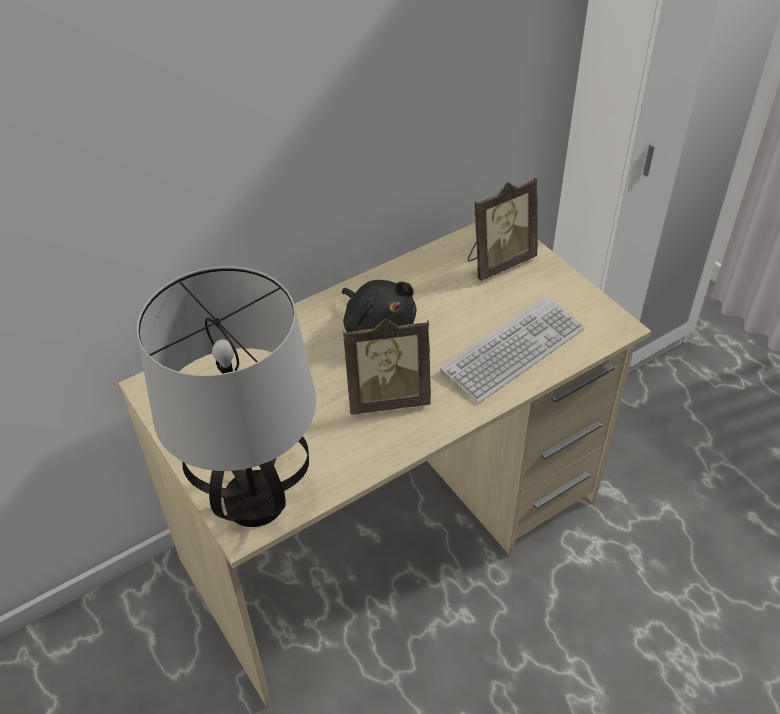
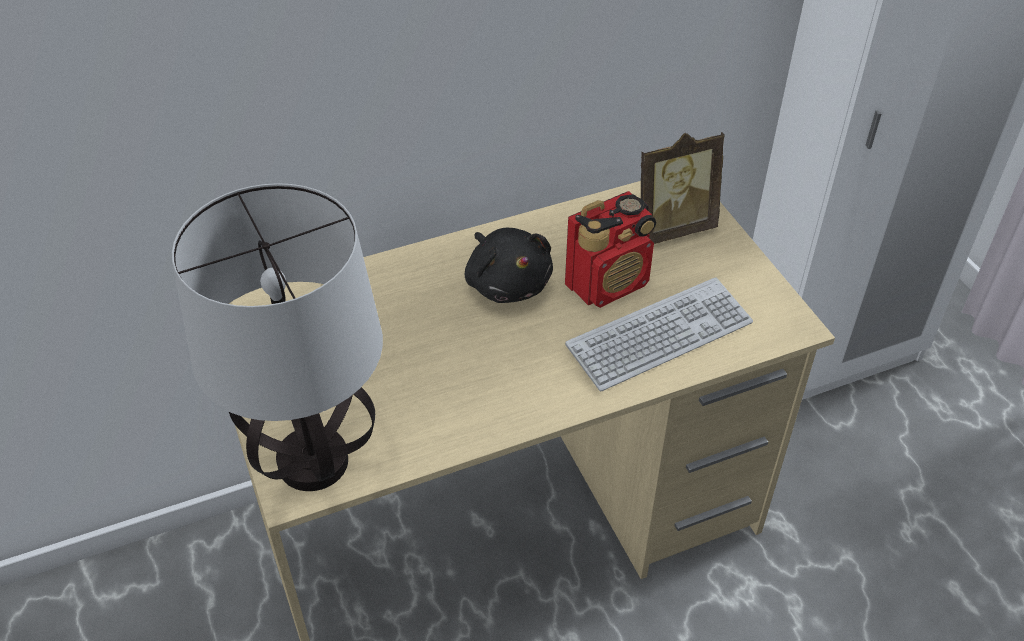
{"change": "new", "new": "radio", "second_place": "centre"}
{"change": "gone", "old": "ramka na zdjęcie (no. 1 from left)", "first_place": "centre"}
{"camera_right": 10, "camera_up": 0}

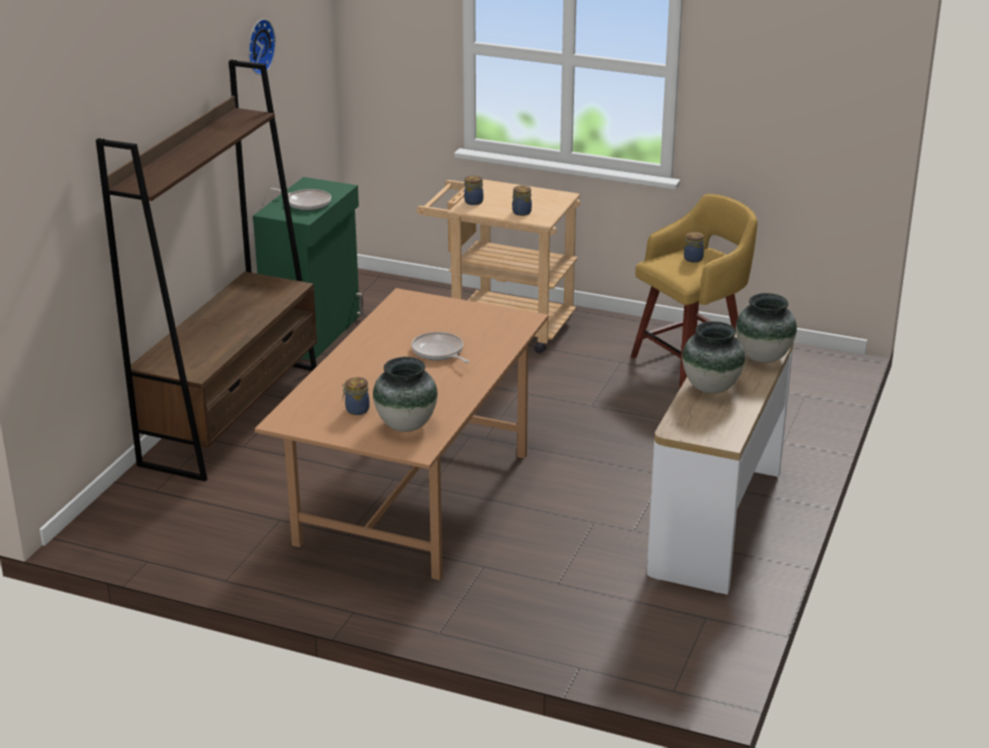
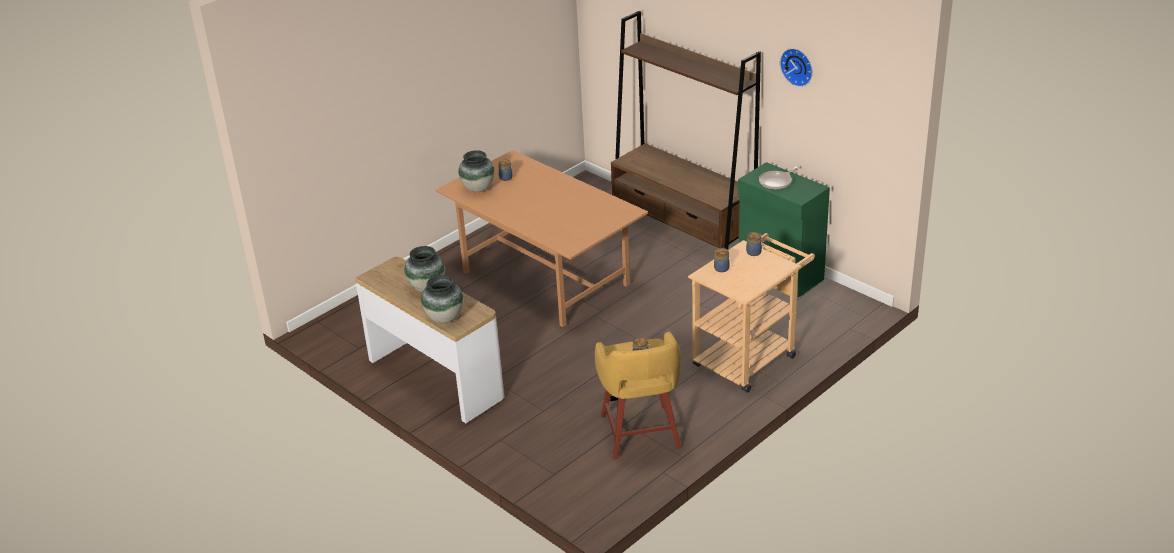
{"change": "gone", "old": "patelnia (no. 2 from left)", "first_place": "centre"}
{"camera_right": 115, "camera_up": 5}

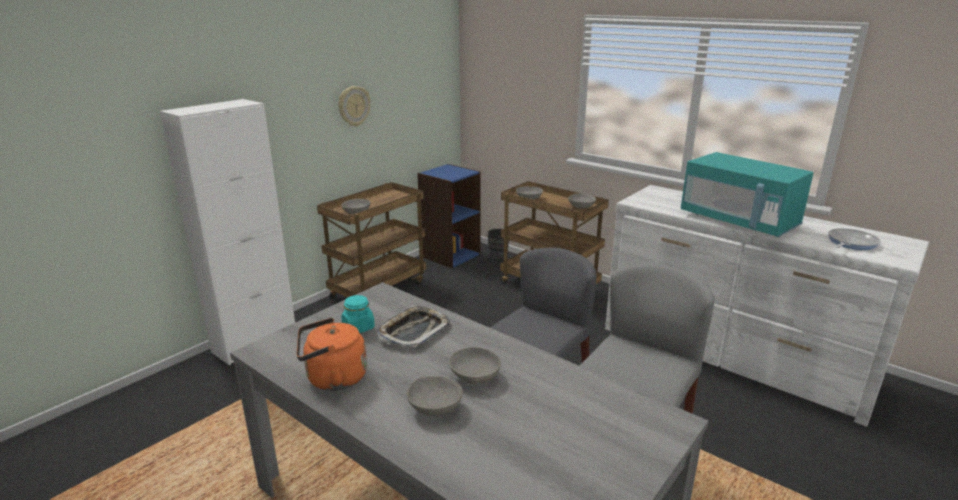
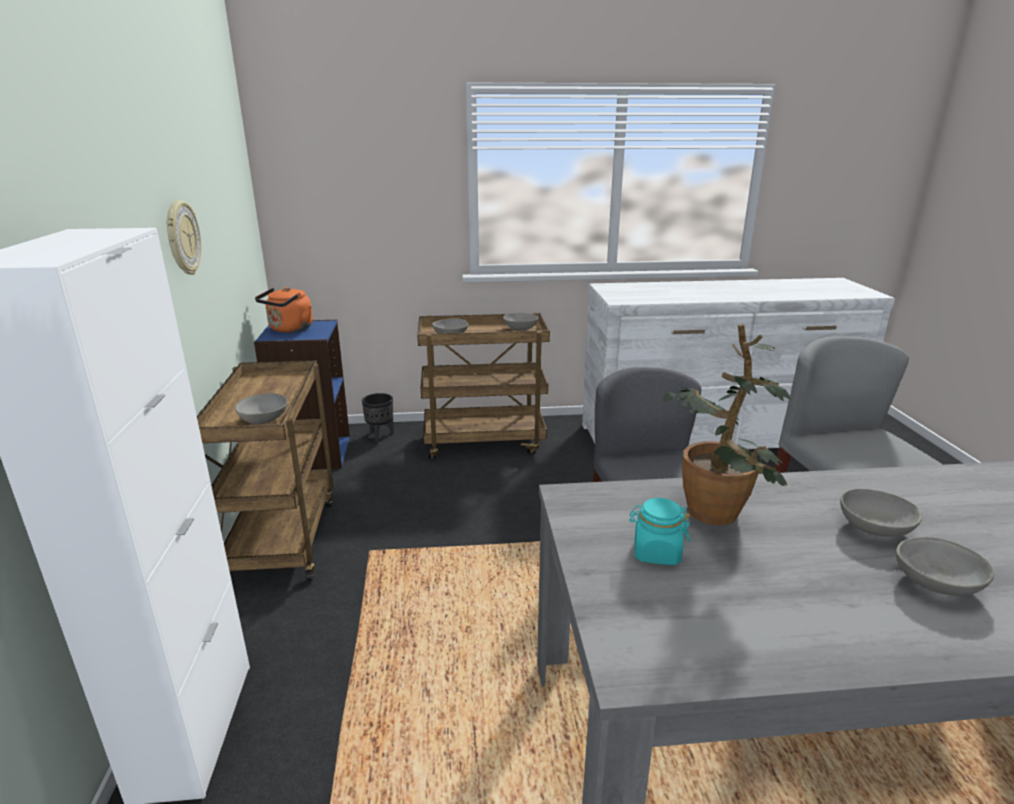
{"change": "shifted", "old": "czajnik (pomarańczowy)", "first_place": "bottom centre", "second_place": "middle left"}
{"change": "swapped", "old": "taca", "new": "roślina doniczkowa", "first_place": "centre", "second_place": "middle right"}
{"change": "gone", "old": "mikrofalówka (turkusowy)", "first_place": "middle right"}
{"change": "gone", "old": "patelnia", "first_place": "middle right"}
{"camera_right": -45, "camera_up": 0}

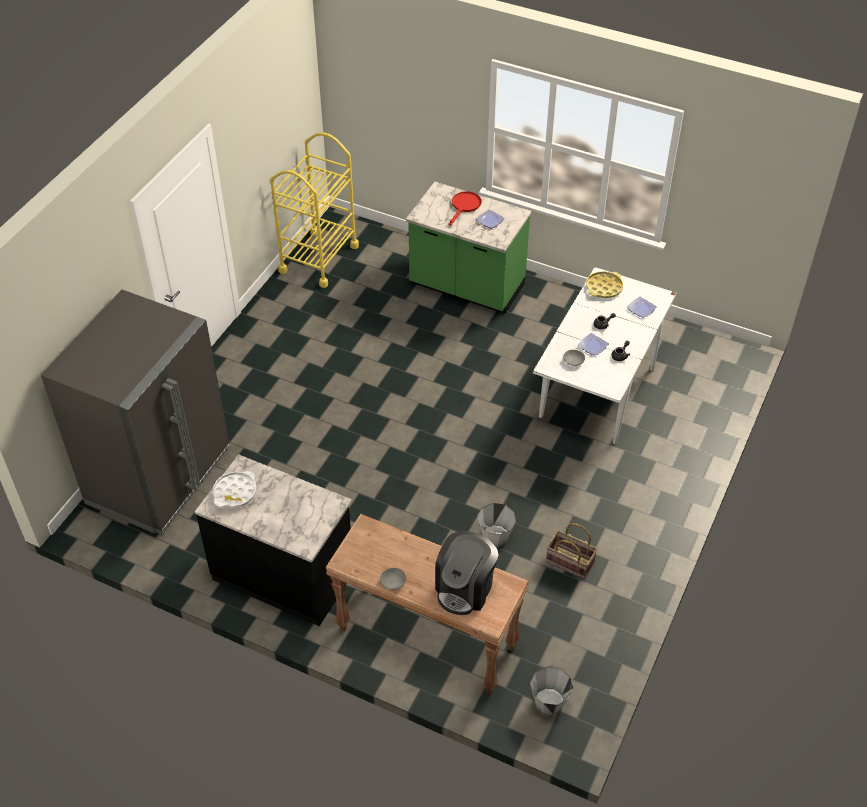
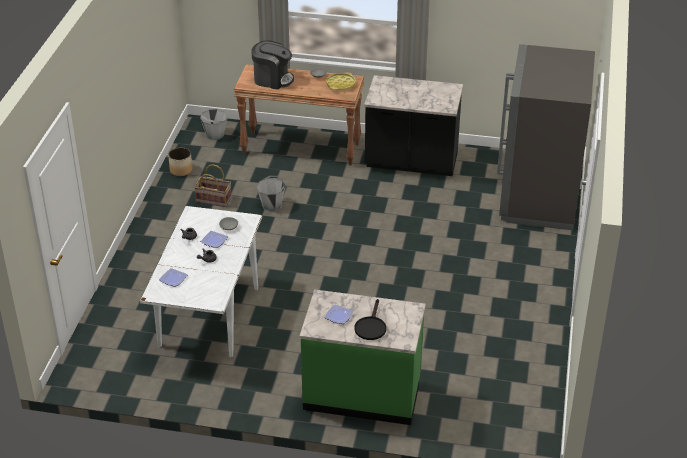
{"change": "new", "new": "donica", "second_place": "middle left"}
{"change": "rotated", "old": "ekspres do kawy", "first_place": "bottom centre", "second_place": "top centre", "degrees": 90}
{"change": "shifted", "old": "taca (żółty)", "first_place": "middle right", "second_place": "top centre"}
{"change": "repainted", "old": "patelnia (czerwony)", "new": "patelnia (czarny)", "first_place": "top centre", "second_place": "bottom centre"}
{"change": "gone", "old": "taca (biały)", "first_place": "middle left"}
{"change": "gone", "old": "wózek (żółty)", "first_place": "top centre"}
{"camera_right": 165, "camera_up": -10}

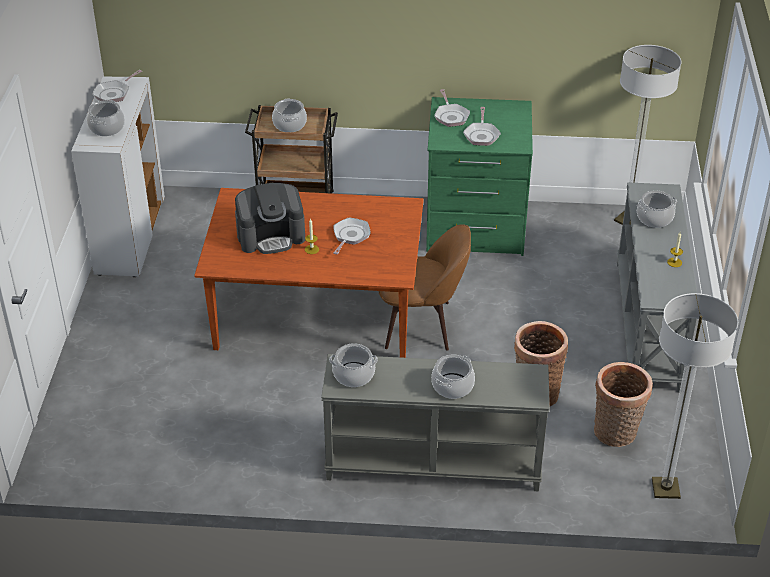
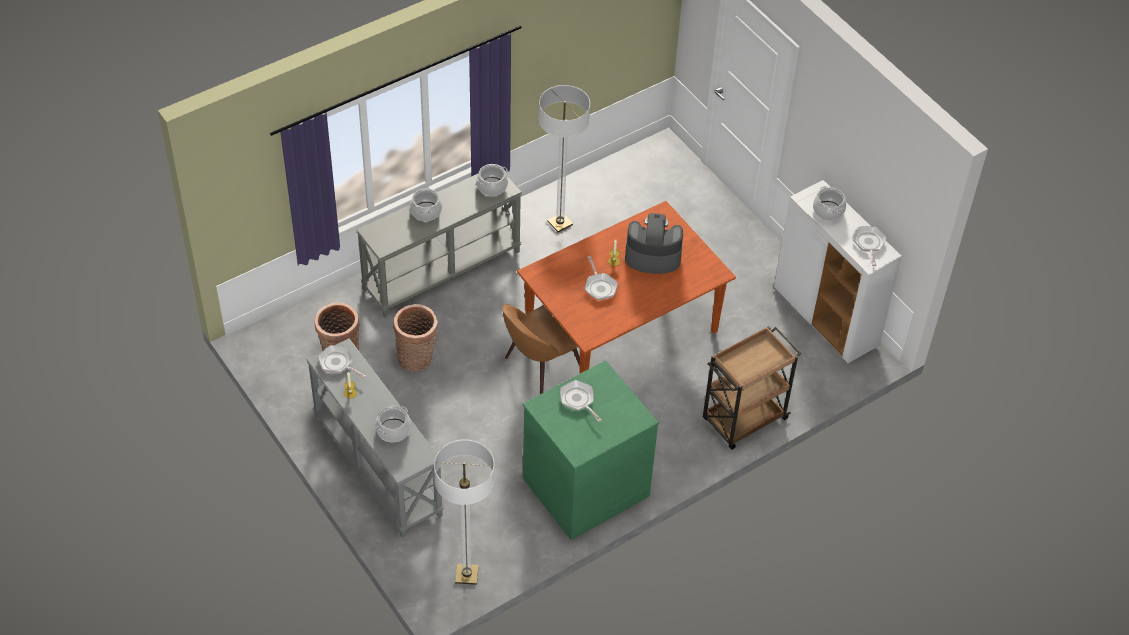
{"change": "shifted", "old": "patelnia (no. 3 from left in the first image)", "new": "patelnia (no. 1 from left)", "first_place": "top centre", "second_place": "middle left"}
{"change": "shifted", "old": "lampa stojąca (no. 2 from left)", "first_place": "bottom right", "second_place": "top centre"}
{"change": "rotated", "old": "ekspres do kawy", "first_place": "centre", "second_place": "centre", "degrees": 60}
{"change": "gone", "old": "garnek (no. 2 from left)", "first_place": "top centre"}
{"camera_right": 140, "camera_up": 10}

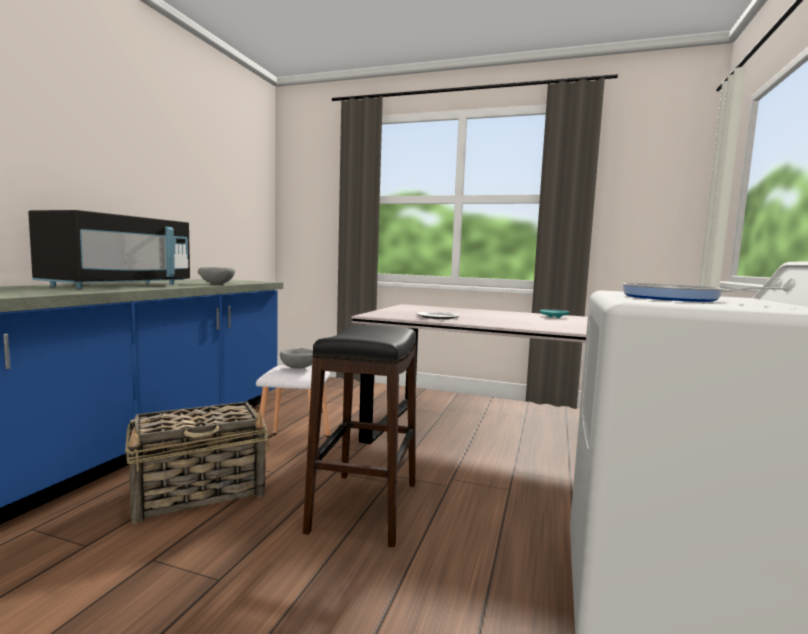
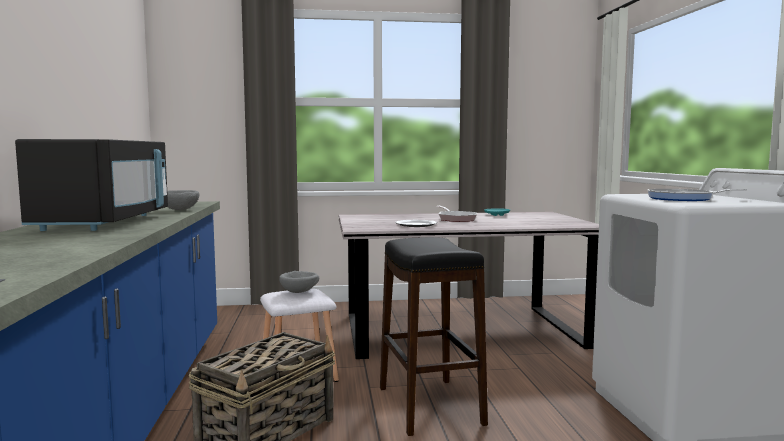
{"change": "new", "new": "patelnia (no. 1 from left)", "second_place": "centre"}
{"camera_right": -25, "camera_up": 0}

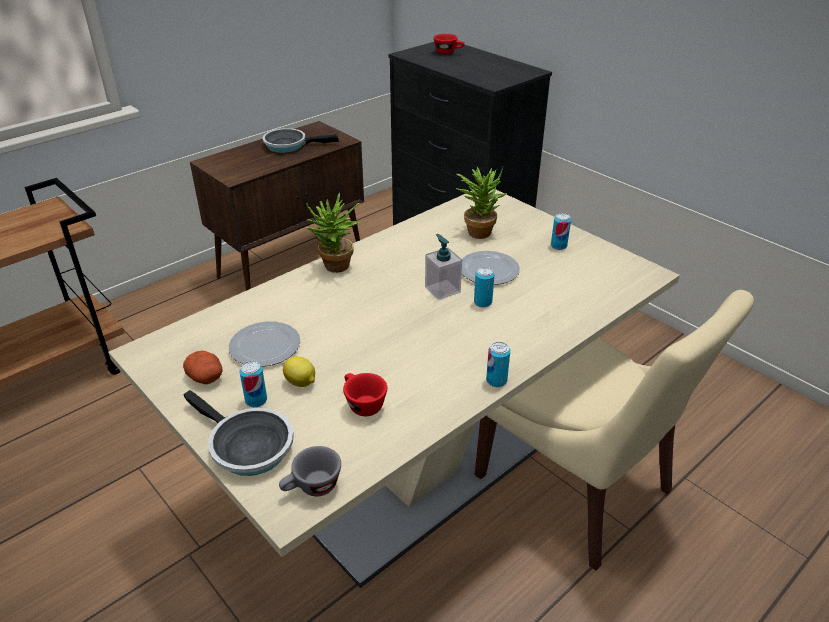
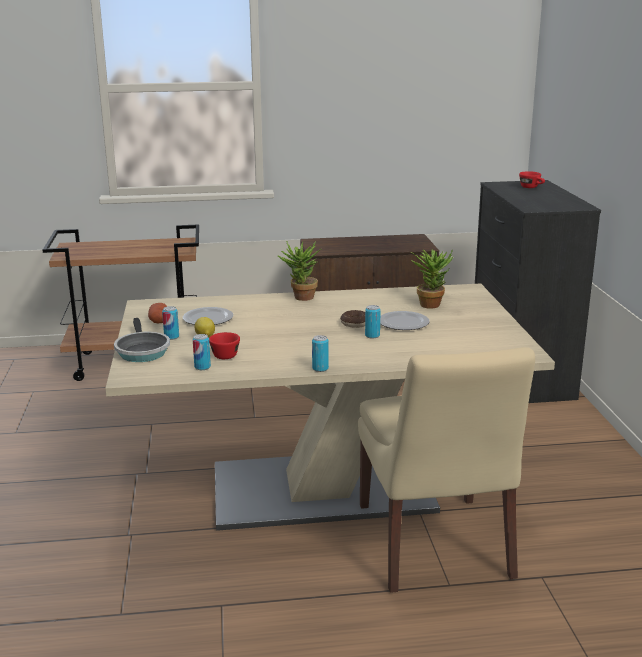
{"change": "shifted", "old": "puszka (no. 4 from left in the first image)", "new": "puszka (no. 2 from left)", "first_place": "middle right", "second_place": "middle left"}
{"change": "swapped", "old": "dozownik mydła", "new": "donut", "first_place": "centre", "second_place": "centre"}
{"change": "gone", "old": "patelnia (no. 2 from left)", "first_place": "top centre"}
{"change": "gone", "old": "filiżanka (szary)", "first_place": "bottom centre"}
{"camera_right": 35, "camera_up": -15}

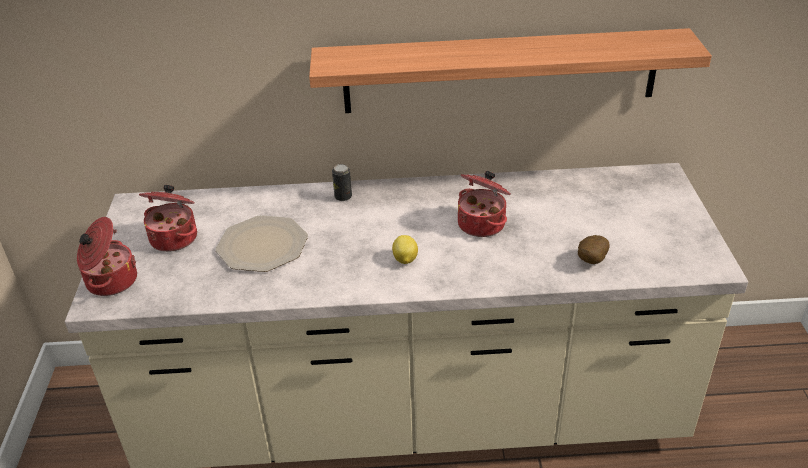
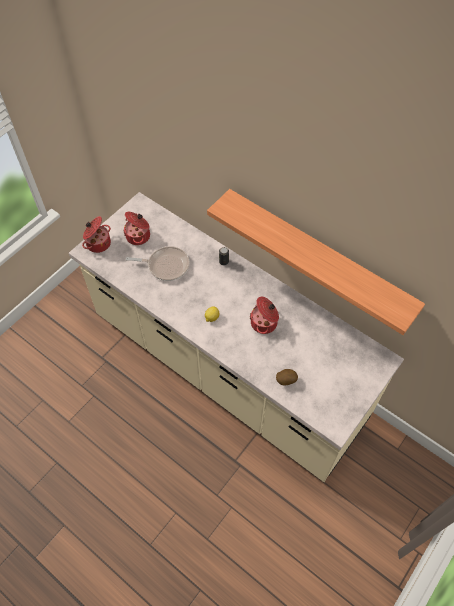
{"change": "swapped", "old": "talerz", "new": "patelnia", "first_place": "middle left", "second_place": "centre"}
{"camera_right": 40, "camera_up": 20}

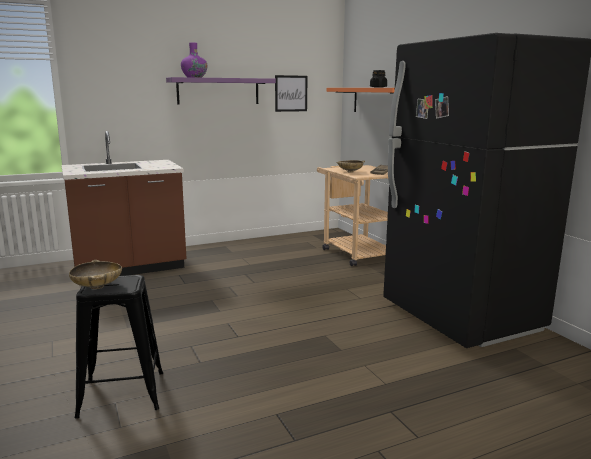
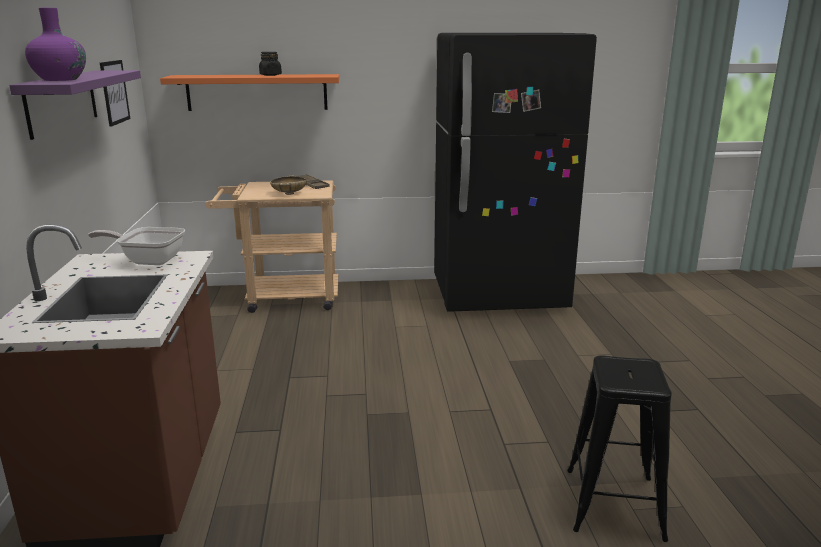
{"change": "new", "new": "patelnia", "second_place": "middle left"}
{"change": "gone", "old": "miska (beżowy) (no. 1 from left)", "first_place": "middle left"}
{"camera_right": -70, "camera_up": 5}

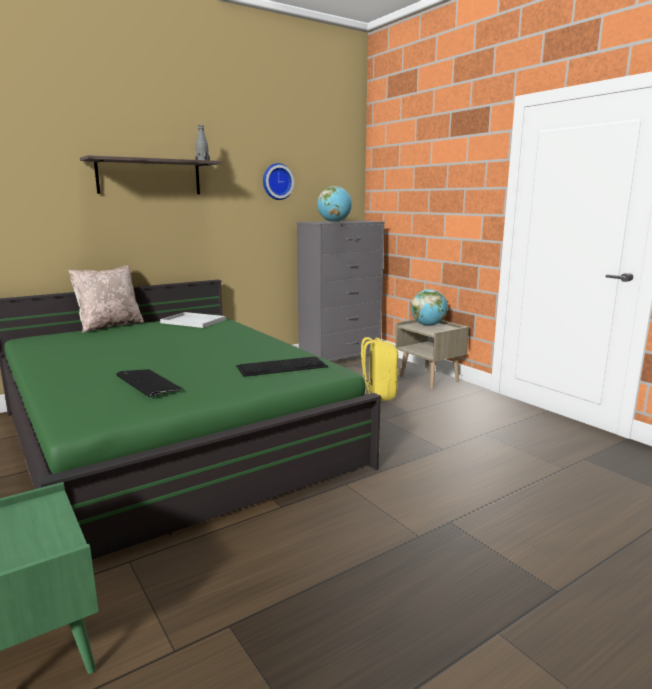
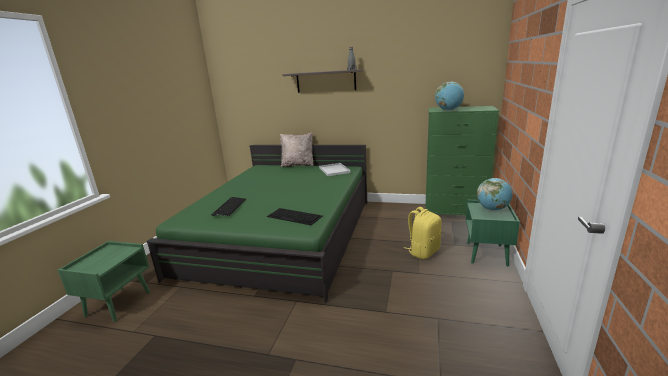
{"change": "repainted", "old": "komoda (szary)", "new": "komoda (zielony)", "first_place": "centre", "second_place": "middle right"}
{"change": "repainted", "old": "szafka nocna (beżowy)", "new": "szafka nocna (zielony) (no. 2 from left)", "first_place": "centre", "second_place": "middle right"}
{"change": "gone", "old": "zegar ścienny", "first_place": "top centre"}
{"camera_right": 50, "camera_up": 5}

